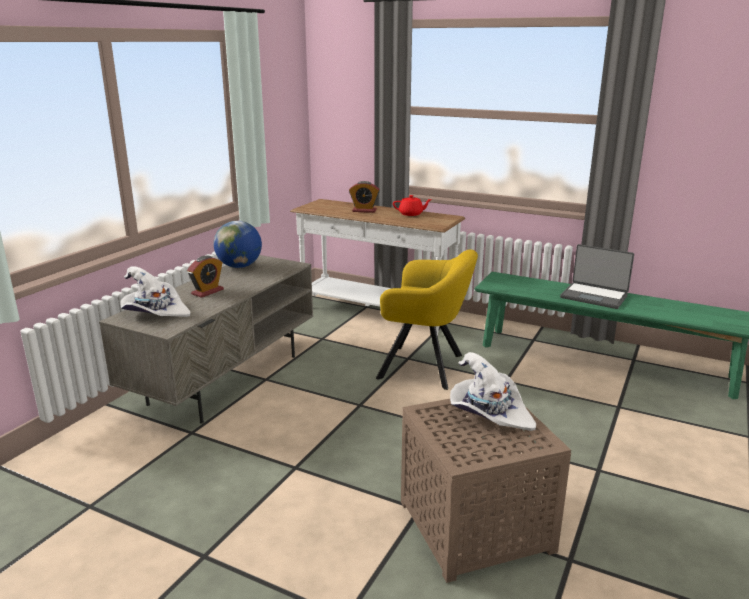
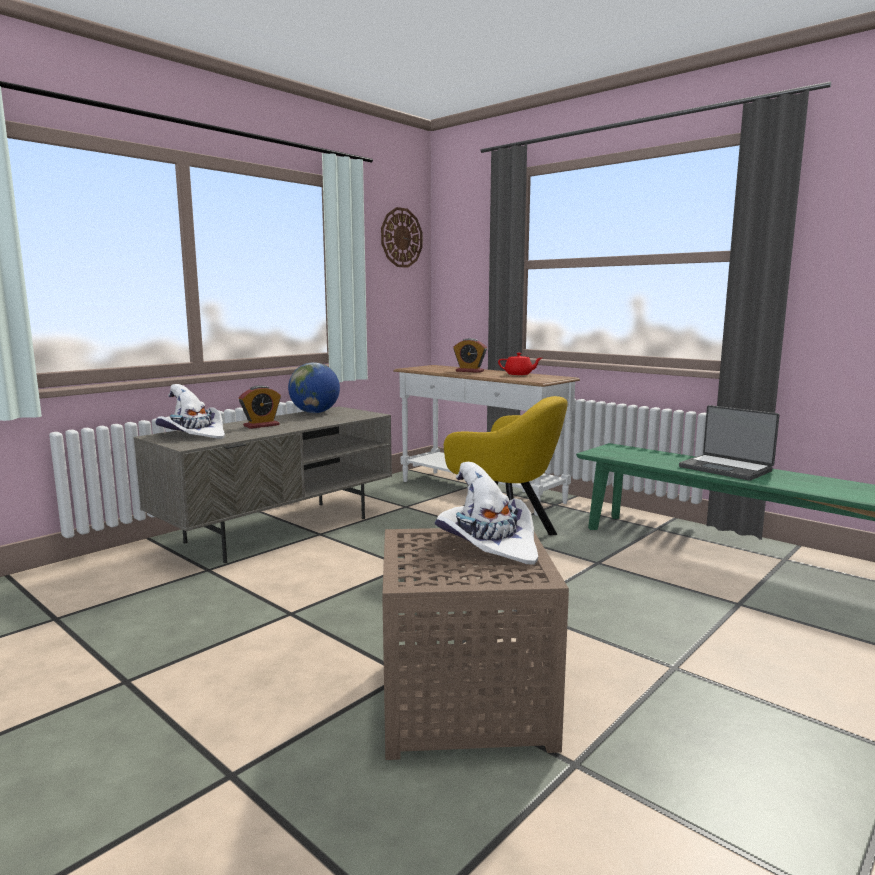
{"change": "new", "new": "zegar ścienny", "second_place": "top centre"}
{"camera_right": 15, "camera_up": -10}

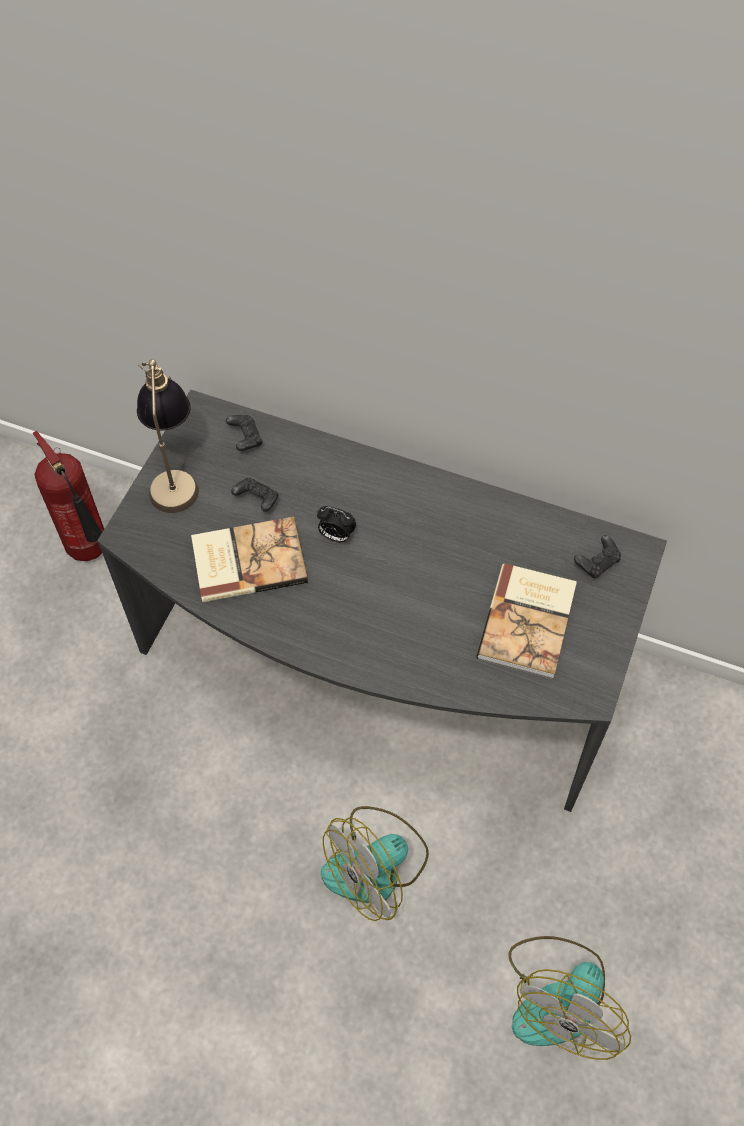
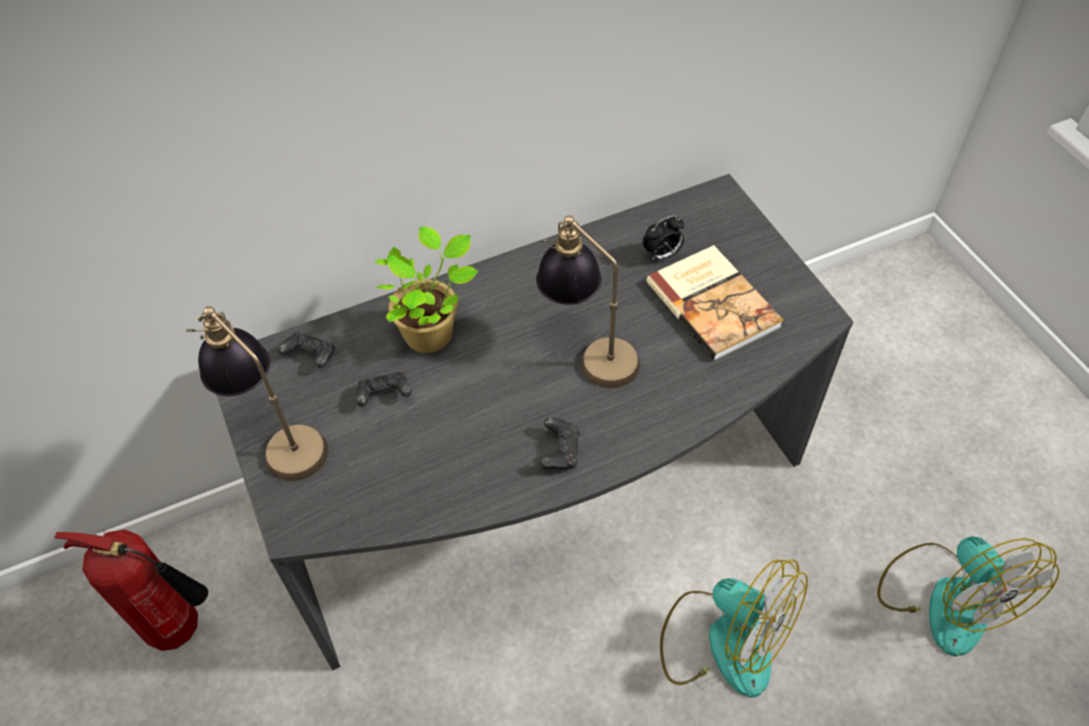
{"change": "new", "new": "roślina doniczkowa", "second_place": "centre"}
{"change": "new", "new": "lampa stołowa (no. 2 from left)", "second_place": "centre"}
{"change": "shifted", "old": "pad do gier (czarny) (no. 3 from left)", "first_place": "middle right", "second_place": "centre"}
{"change": "shifted", "old": "budzik", "first_place": "centre", "second_place": "top centre"}
{"change": "rotated", "old": "wentylator (no. 1 from left)", "first_place": "bottom centre", "second_place": "bottom right", "degrees": -60}
{"change": "gone", "old": "książka (no. 1 from left)", "first_place": "centre"}
{"camera_right": -45, "camera_up": -5}

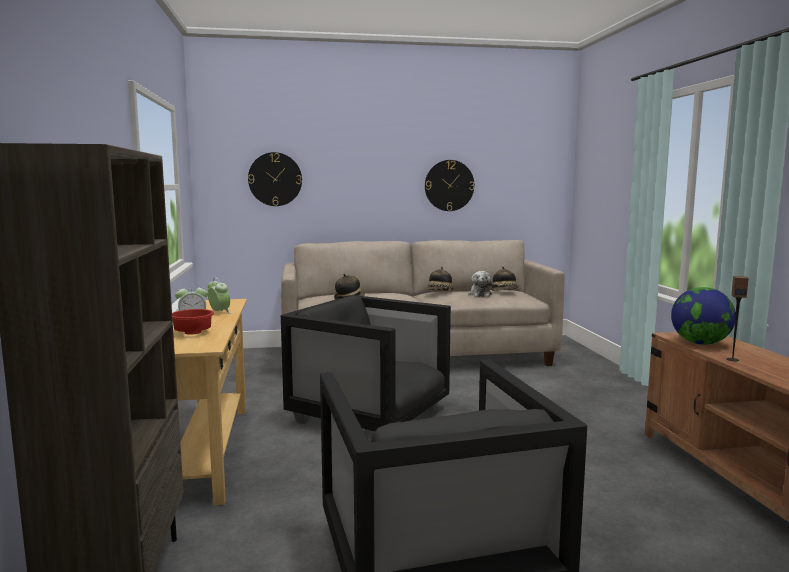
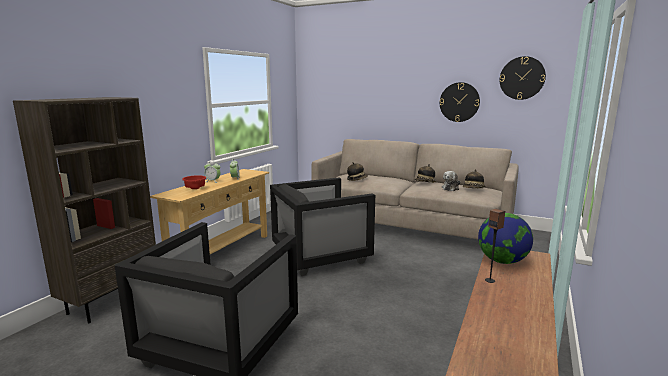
{"change": "rotated", "old": "fotel (czarny) (no. 1 from left in the first image)", "first_place": "centre", "second_place": "centre", "degrees": -90}
{"change": "shifted", "old": "zegar ścienny (no. 1 from left in the first image)", "new": "zegar ścienny (no. 2 from left)", "first_place": "top centre", "second_place": "top right"}
{"camera_right": 35, "camera_up": 5}

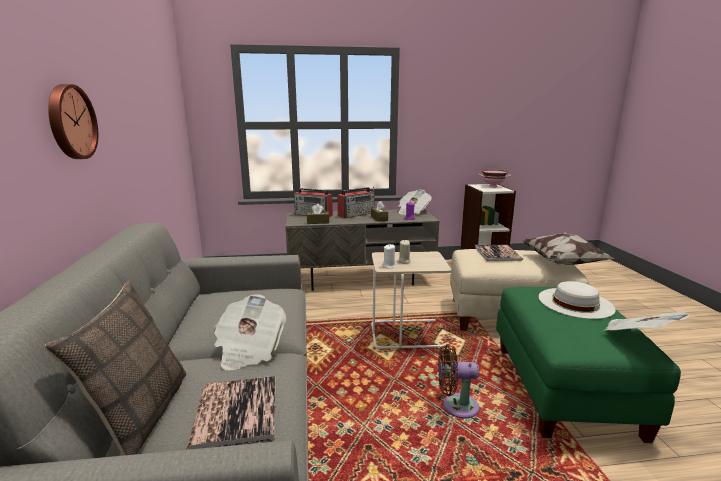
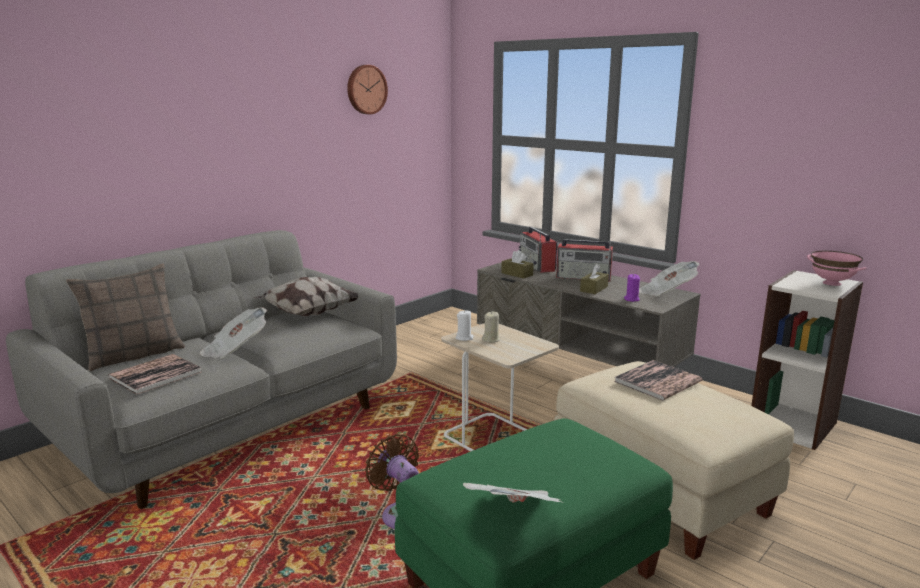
{"change": "shifted", "old": "poduszka (no. 2 from left)", "first_place": "middle right", "second_place": "middle left"}
{"change": "shifted", "old": "zegar ścienny", "first_place": "top left", "second_place": "top centre"}
{"change": "gone", "old": "kapelusz (biały)", "first_place": "middle right"}
{"camera_right": 50, "camera_up": 0}

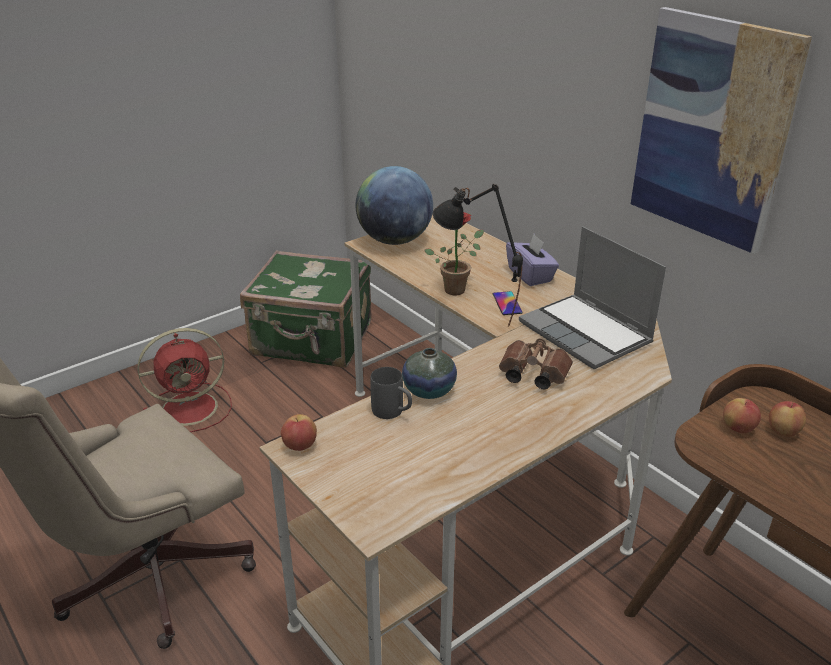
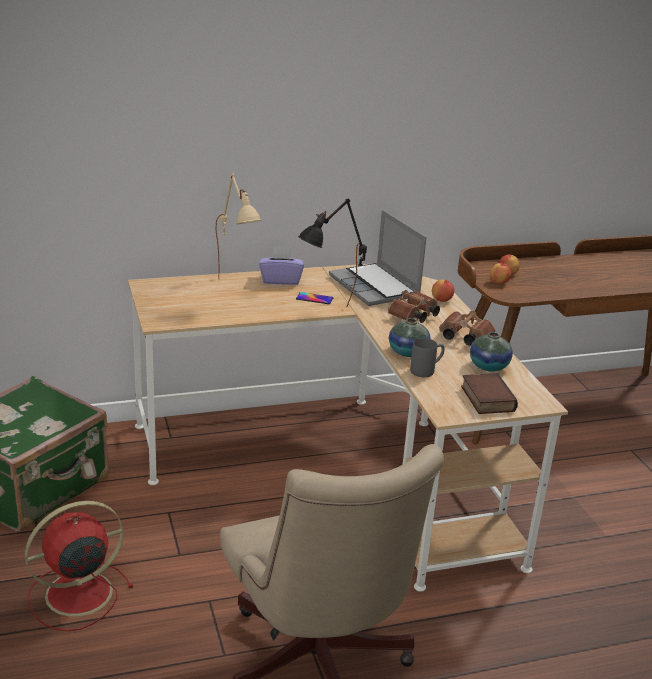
{"change": "rotated", "old": "wentylator (czerwony)", "first_place": "middle left", "second_place": "bottom left", "degrees": -120}
{"change": "new", "new": "lampa stołowa (beżowy)", "second_place": "top centre"}
{"change": "rotated", "old": "laptop", "first_place": "middle right", "second_place": "centre", "degrees": 75}
{"change": "shifted", "old": "jabłko (no. 1 from left)", "first_place": "centre", "second_place": "middle right"}
{"change": "new", "new": "lornetka (brązowy) (no. 2 from left)", "second_place": "middle right"}
{"change": "new", "new": "książka", "second_place": "middle right"}
{"change": "new", "new": "wazon (no. 2 from left)", "second_place": "middle right"}
{"change": "gone", "old": "globus", "first_place": "top centre"}
{"change": "gone", "old": "roślina doniczkowa", "first_place": "centre"}
{"change": "gone", "old": "obraz", "first_place": "top right"}
{"camera_right": -70, "camera_up": -5}

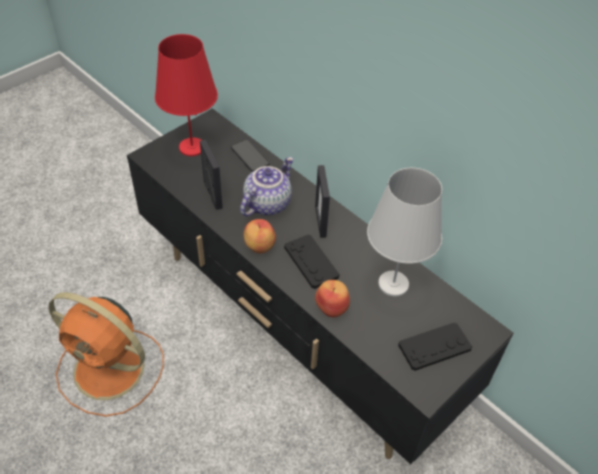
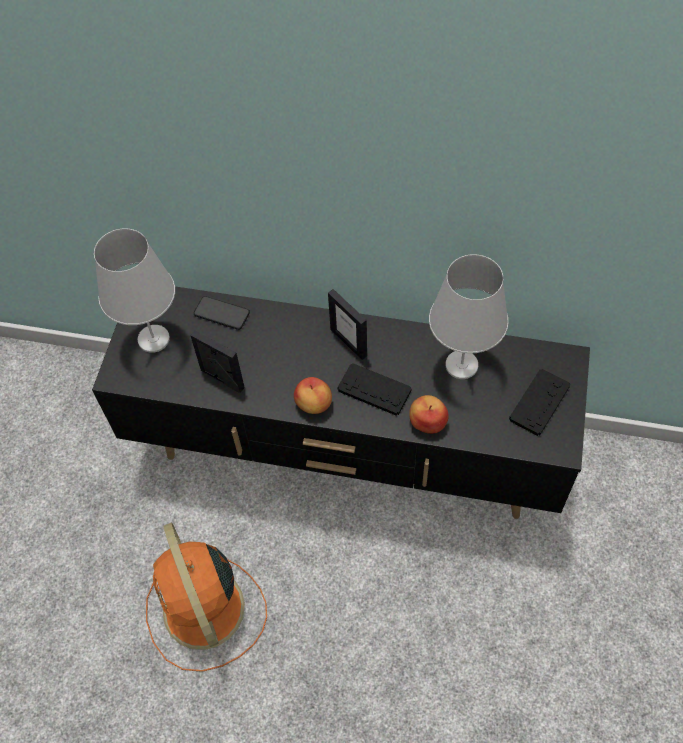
{"change": "repainted", "old": "lampa stołowa (czerwony)", "new": "lampa stołowa (biały) (no. 1 from left)", "first_place": "top left", "second_place": "middle left"}
{"change": "rotated", "old": "wentylator (pomarańczowy)", "first_place": "bottom left", "second_place": "bottom left", "degrees": 75}
{"change": "gone", "old": "imbryk", "first_place": "centre"}
{"camera_right": -30, "camera_up": 10}

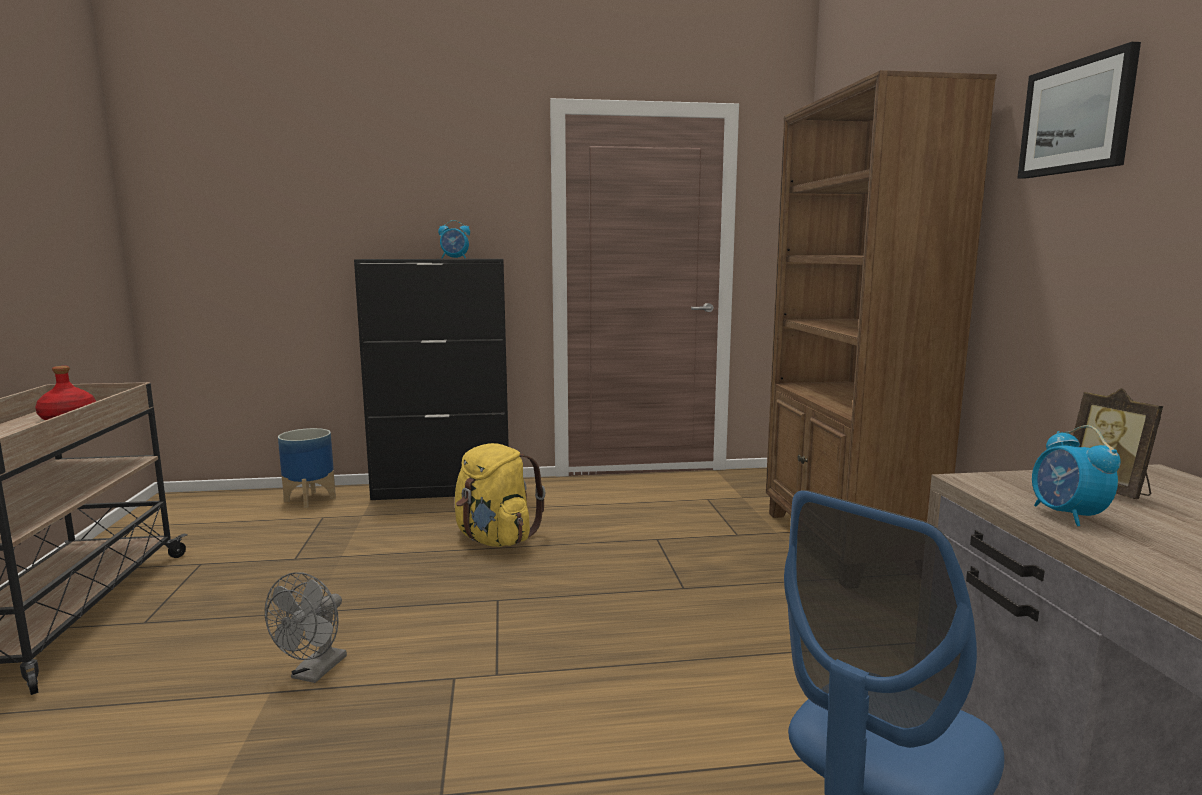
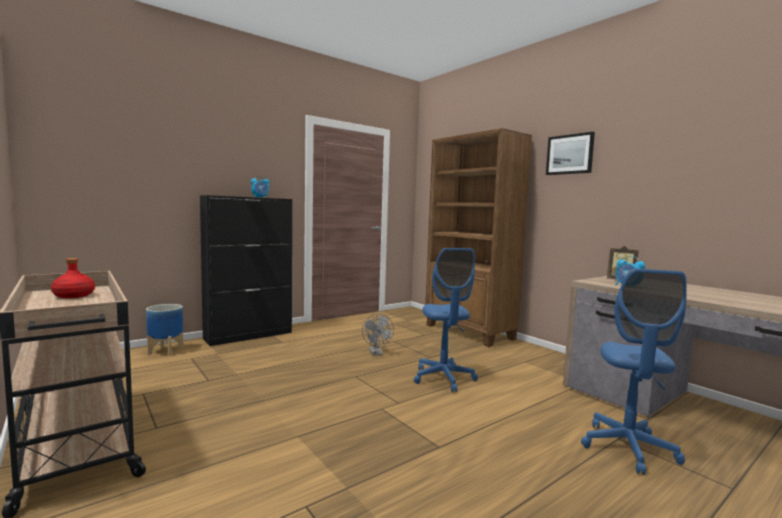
{"change": "shifted", "old": "wentylator (szary)", "first_place": "bottom left", "second_place": "centre"}
{"change": "new", "new": "krzesło biurowe (niebieski) (no. 1 from left)", "second_place": "centre"}
{"change": "gone", "old": "plecak (żółty)", "first_place": "centre"}
{"camera_right": -30, "camera_up": -5}

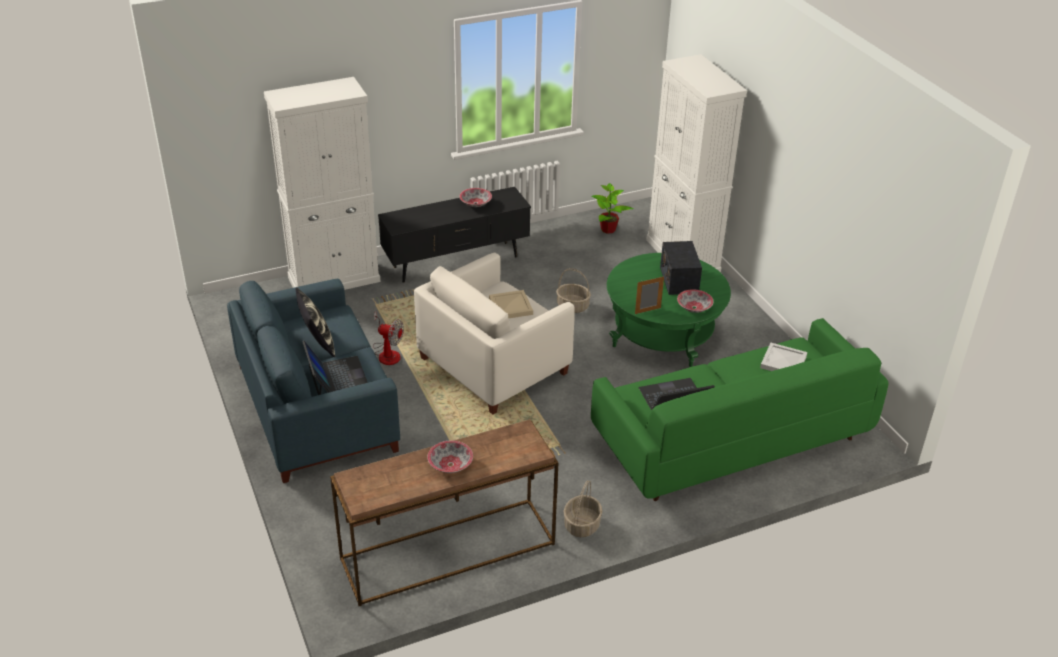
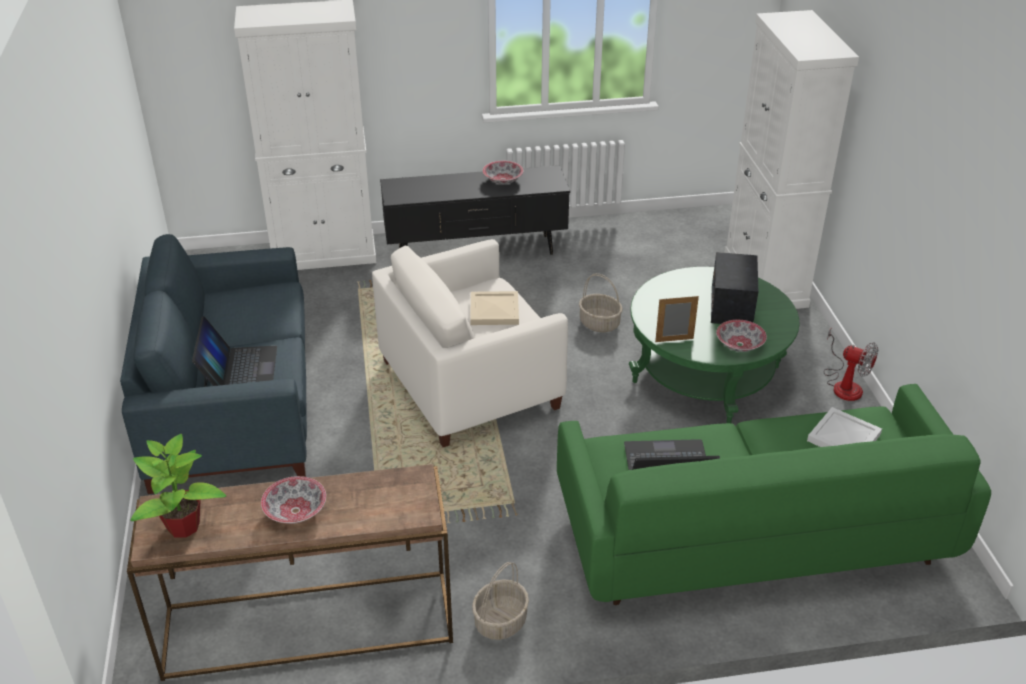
{"change": "shifted", "old": "roślina doniczkowa", "first_place": "top centre", "second_place": "bottom left"}
{"change": "shifted", "old": "wentylator", "first_place": "centre", "second_place": "middle right"}
{"change": "gone", "old": "poduszka", "first_place": "middle left"}
{"camera_right": 15, "camera_up": 0}

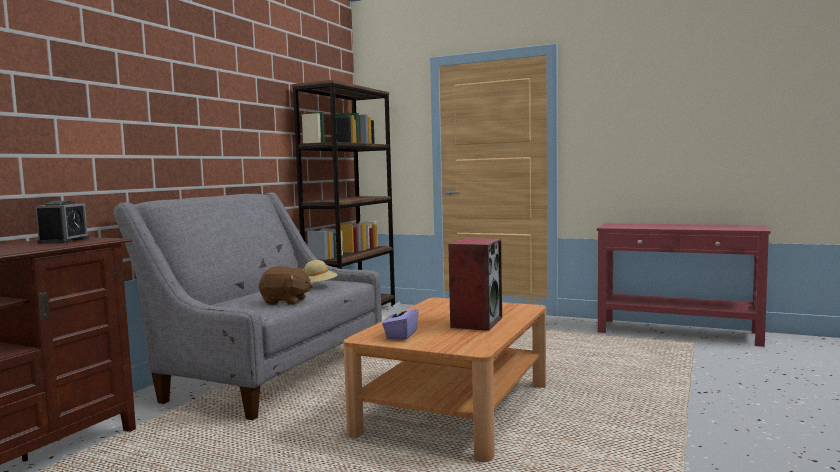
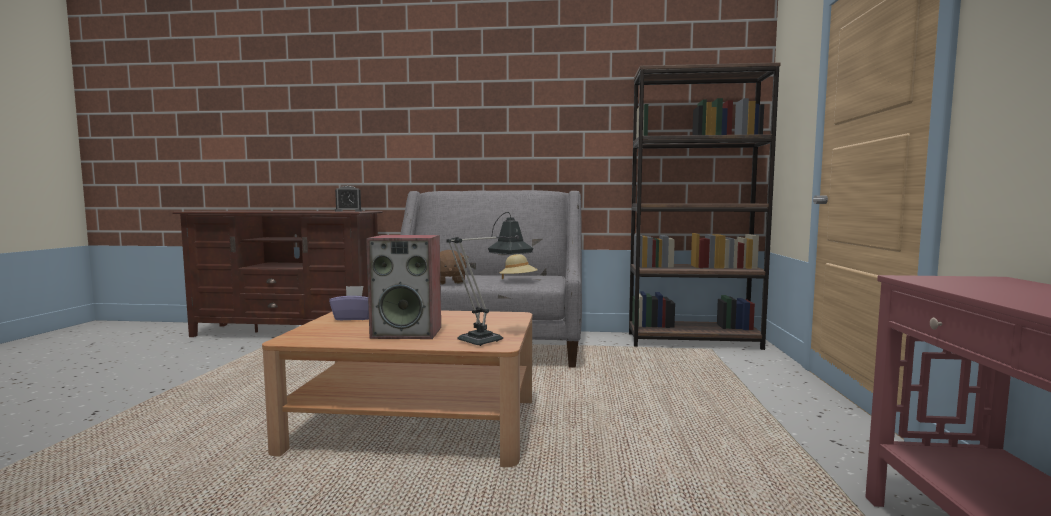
{"change": "new", "new": "lampa stołowa", "second_place": "centre"}
{"camera_right": 70, "camera_up": 0}

